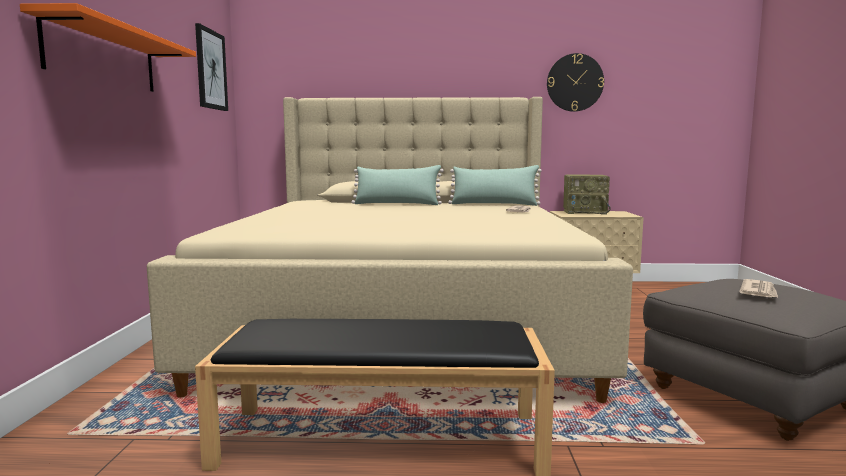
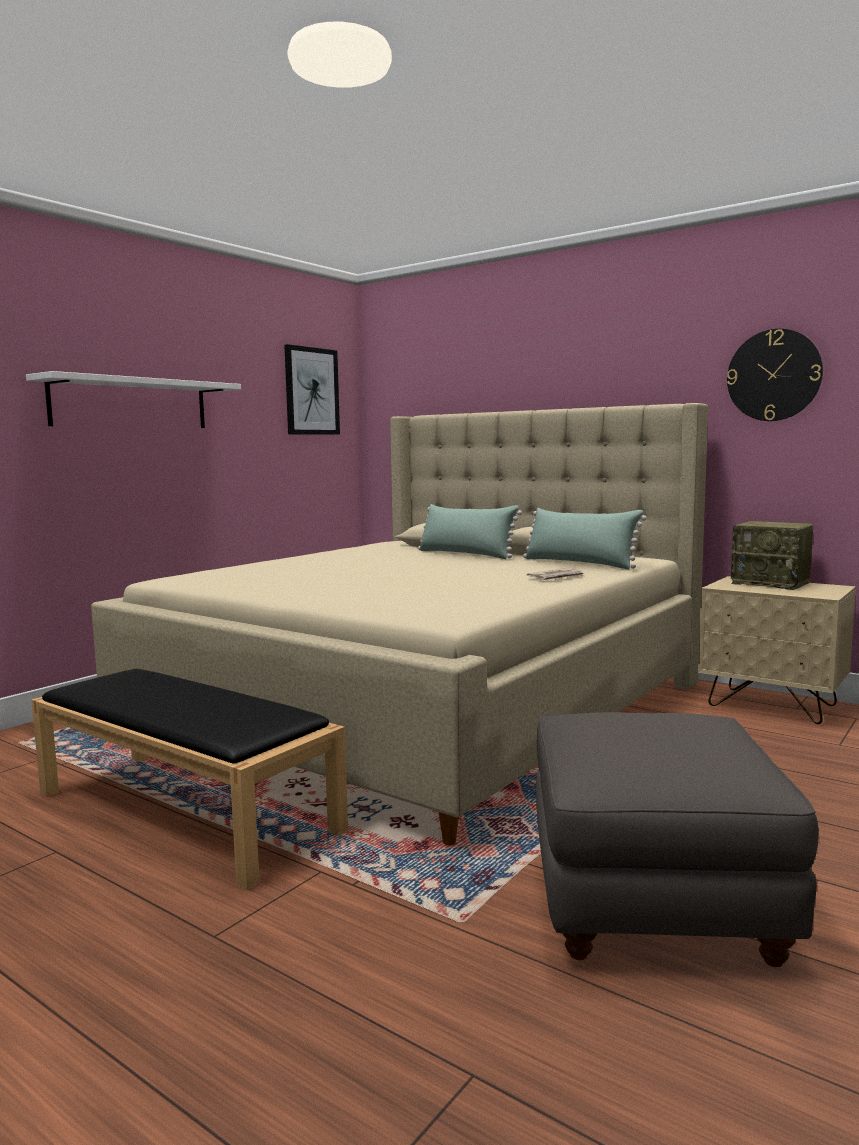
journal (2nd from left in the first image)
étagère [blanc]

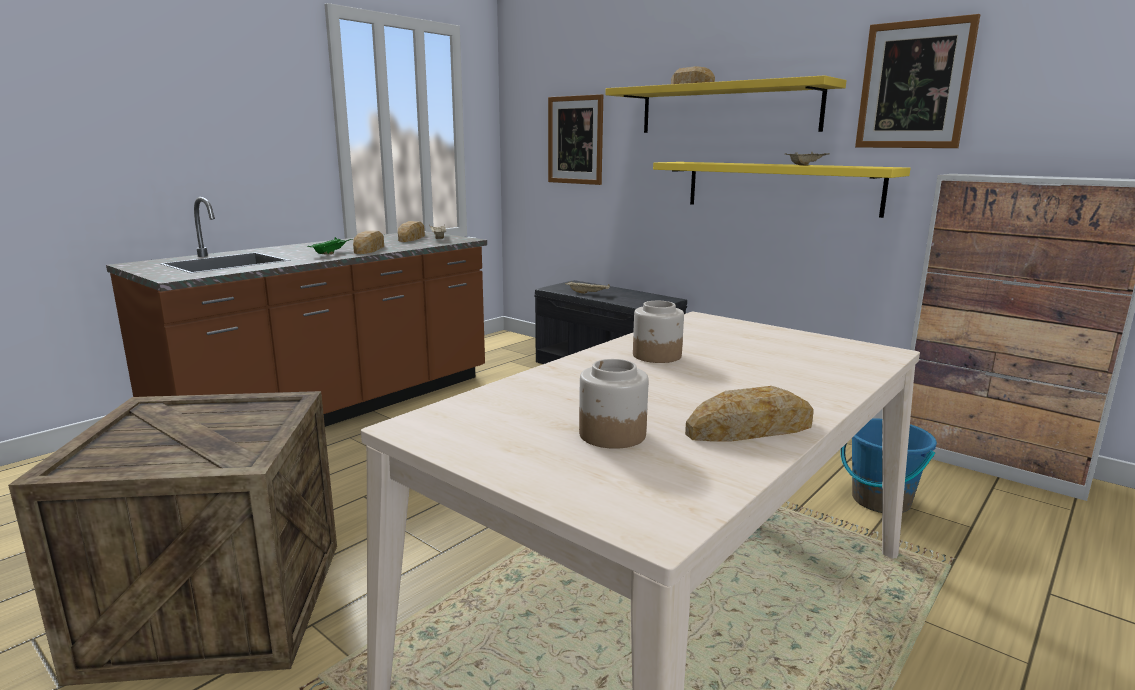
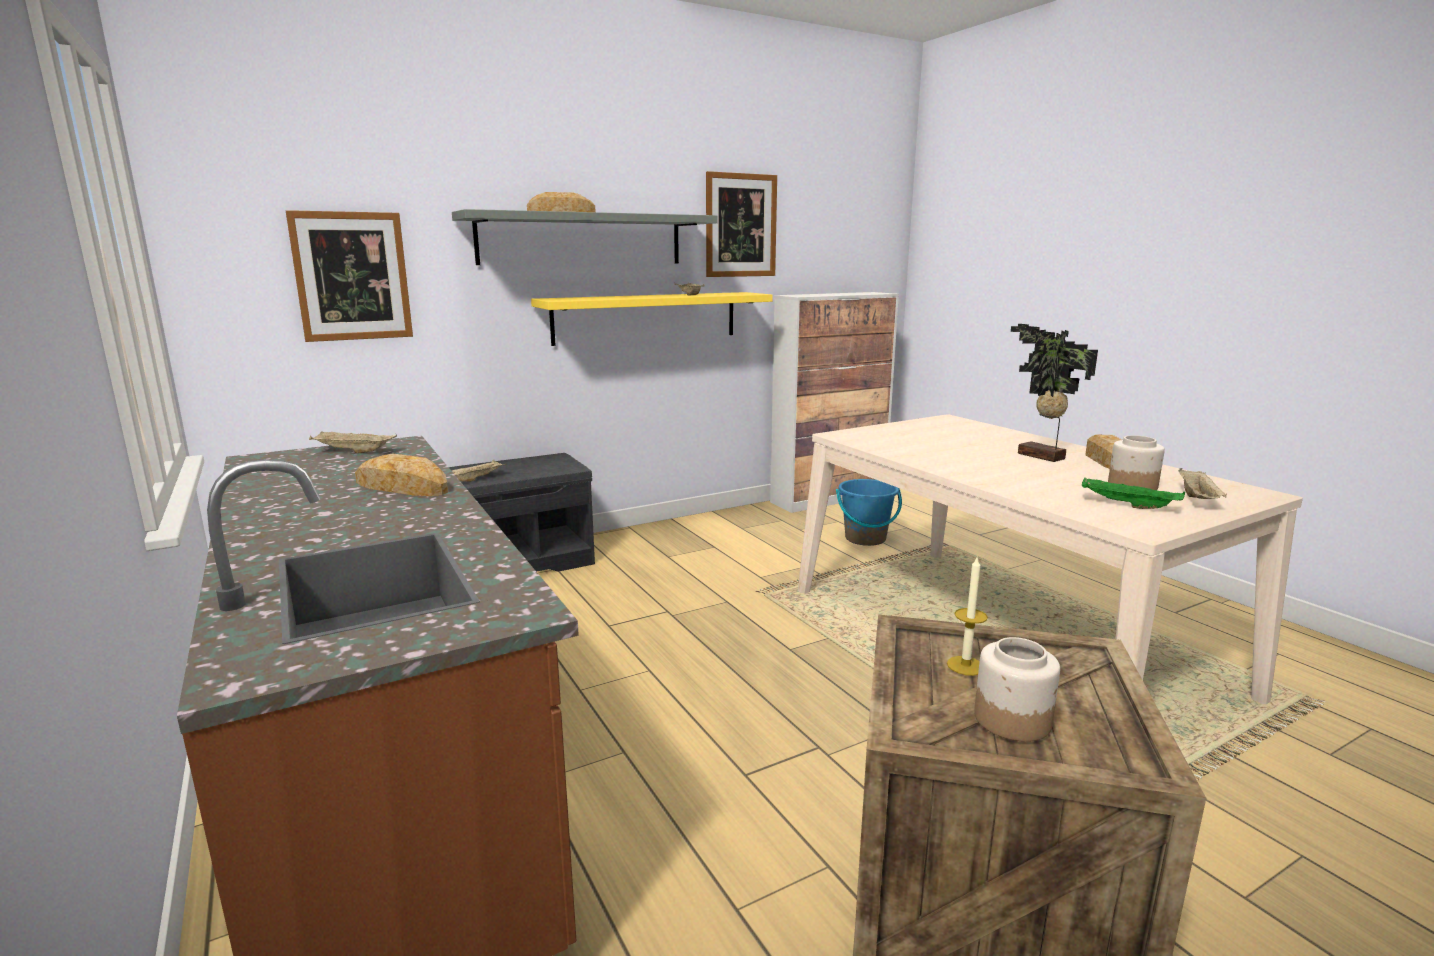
pain (2nd from left in the first image)
bougie
plante en pot
plateau [beige] (4th from left)
plateau [vert]
bocal (1st from left)
étagère [gris]

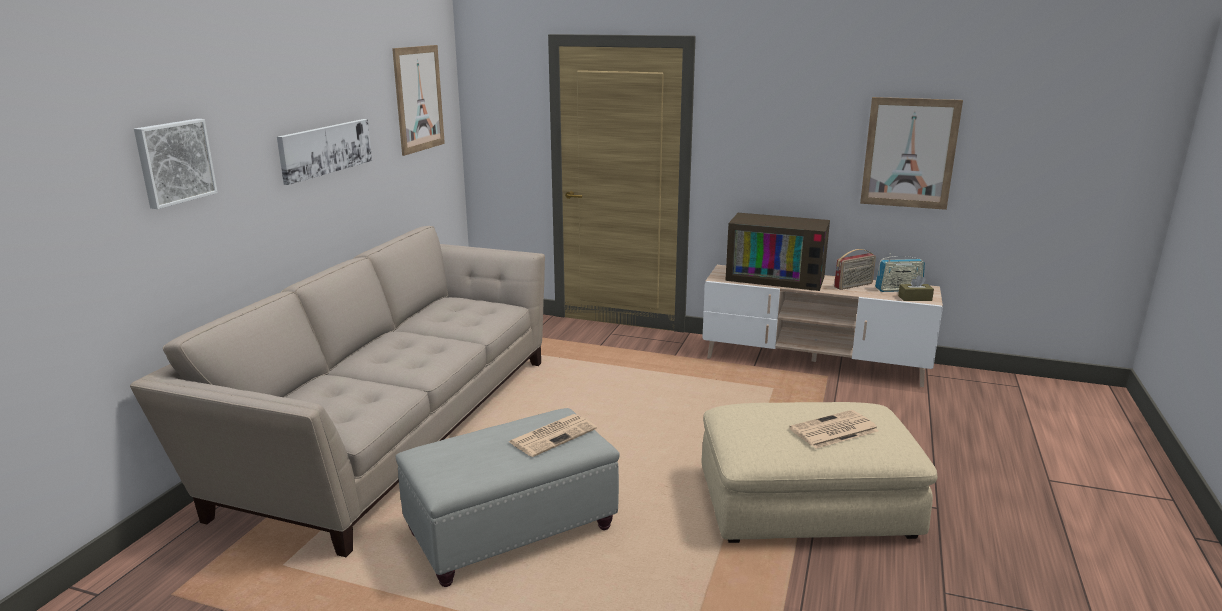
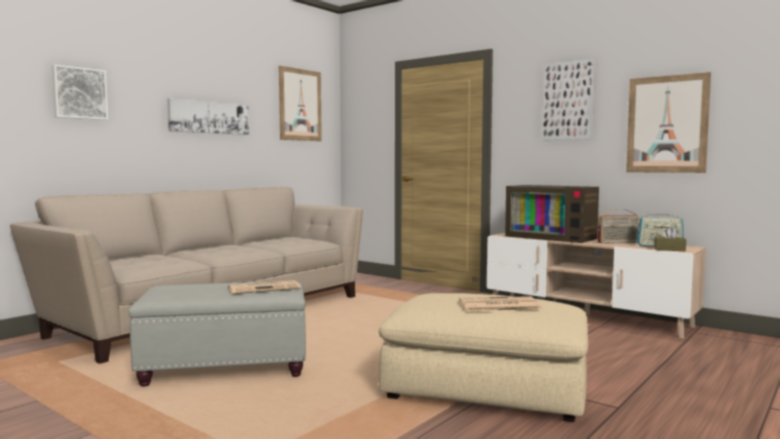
tableau (4th from left)

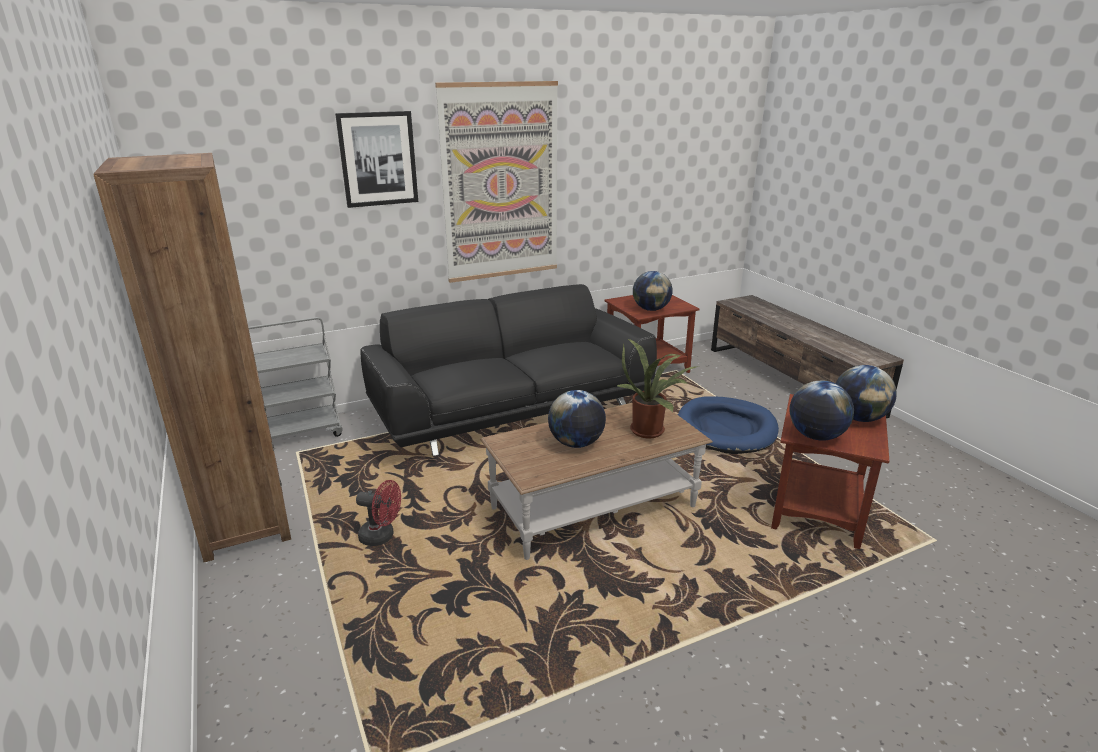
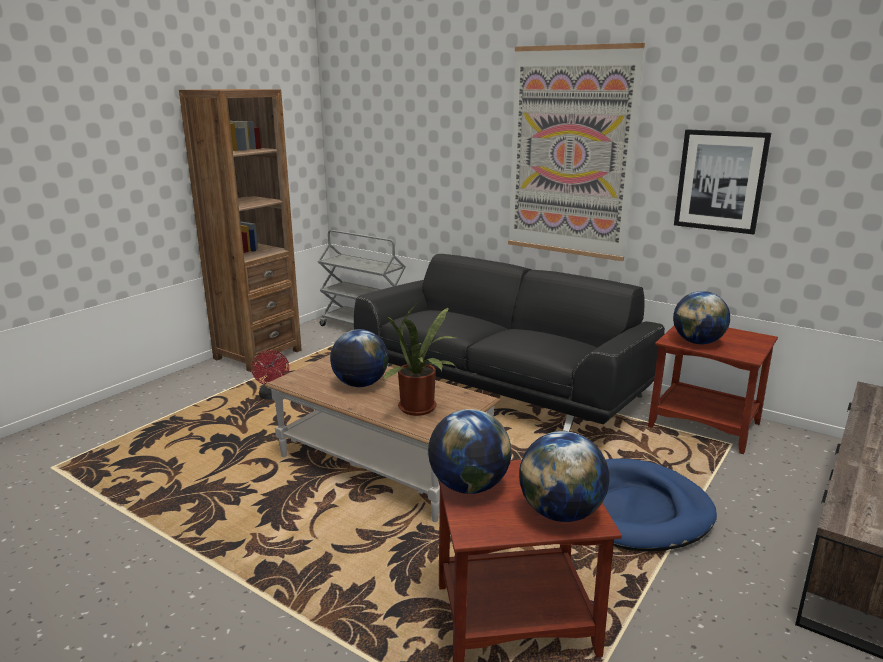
tableau (2nd from left)

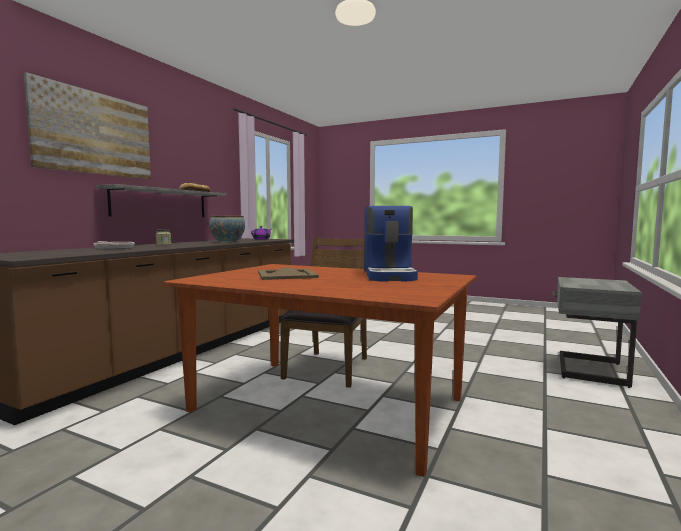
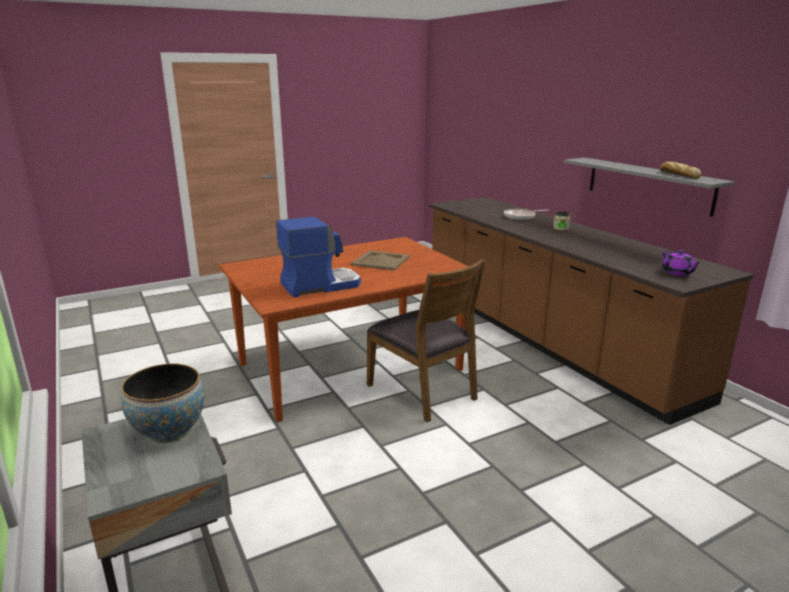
tableau
bol
machine à café

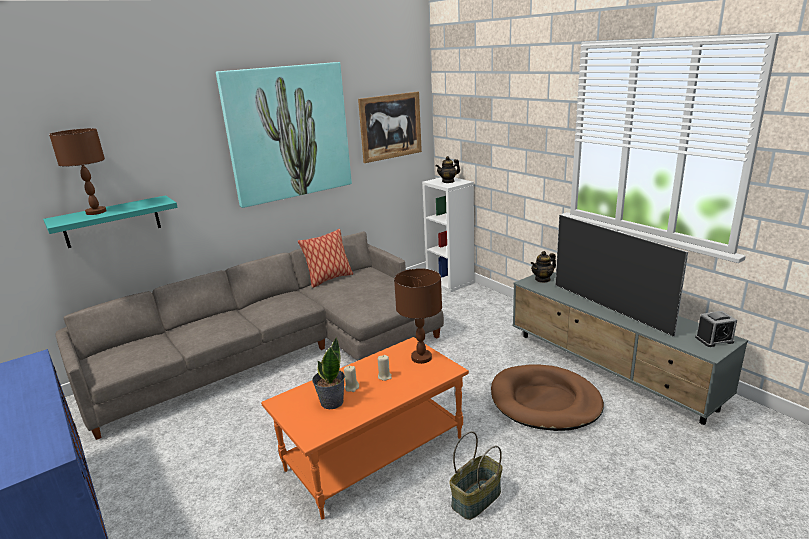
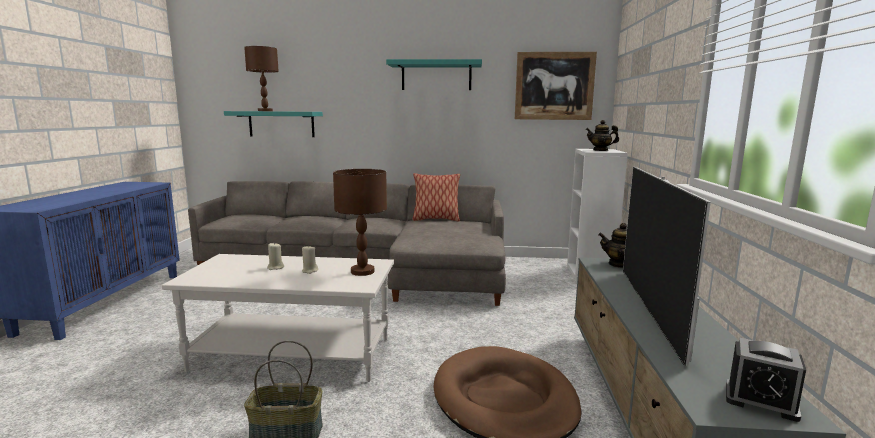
plante en pot
étagère [turquoise] (2nd from left)
table basse [blanc]

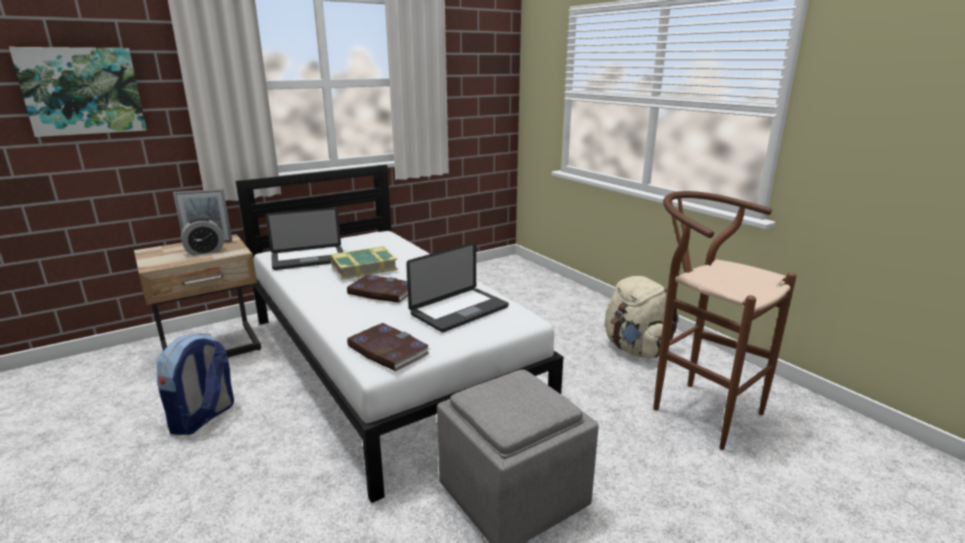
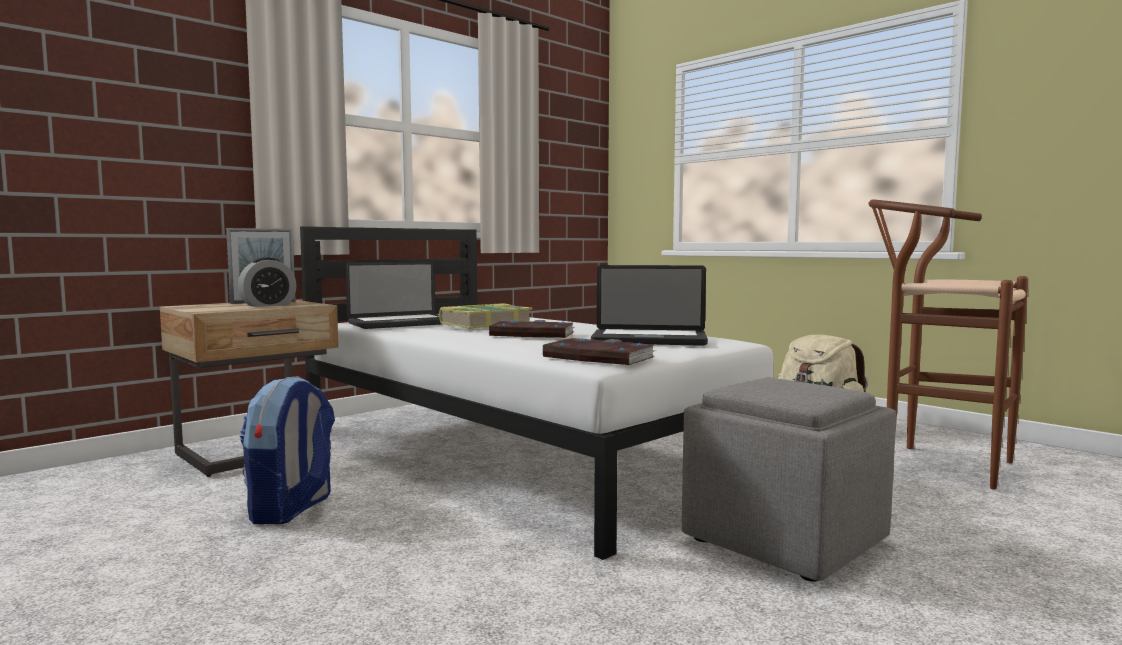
tableau
ordinateur portable (2nd from left)

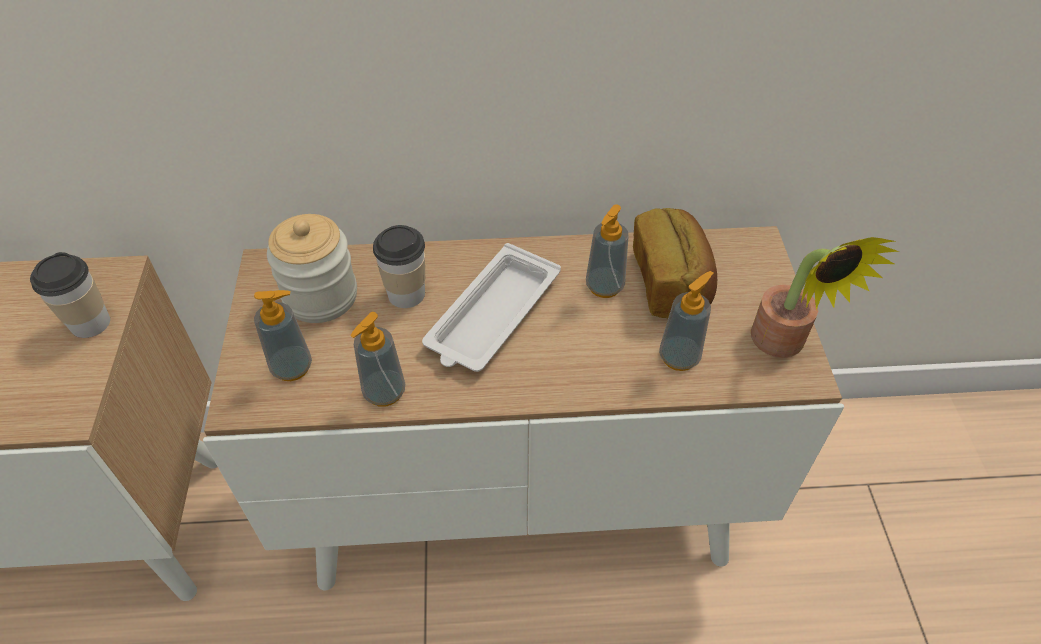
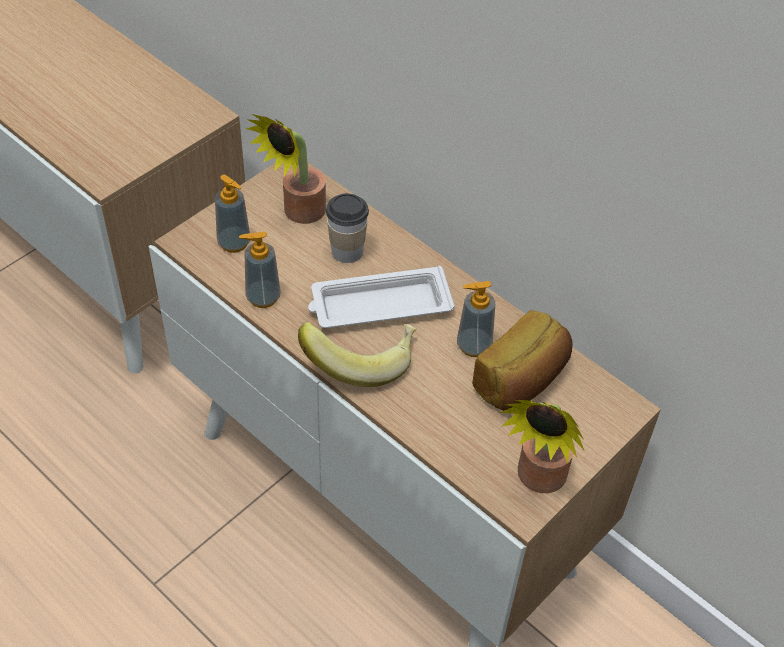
tasse (1st from left in the first image)
distributeur de savon (4th from left in the first image)
banane
plante en pot (1st from left)

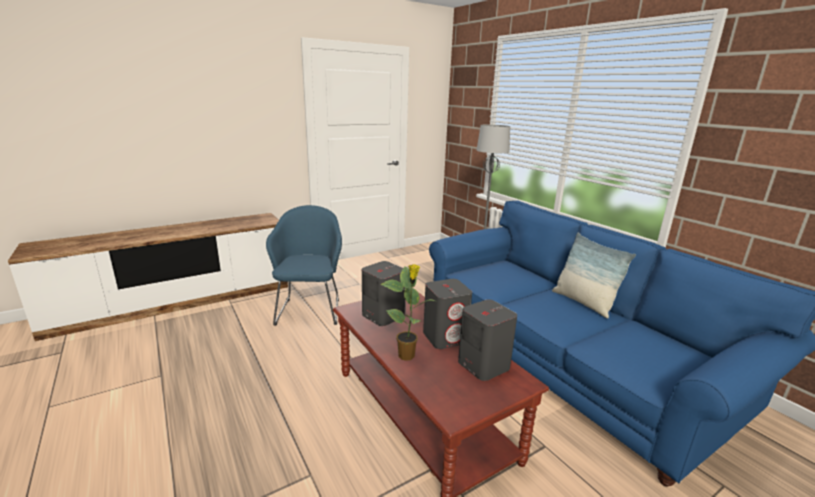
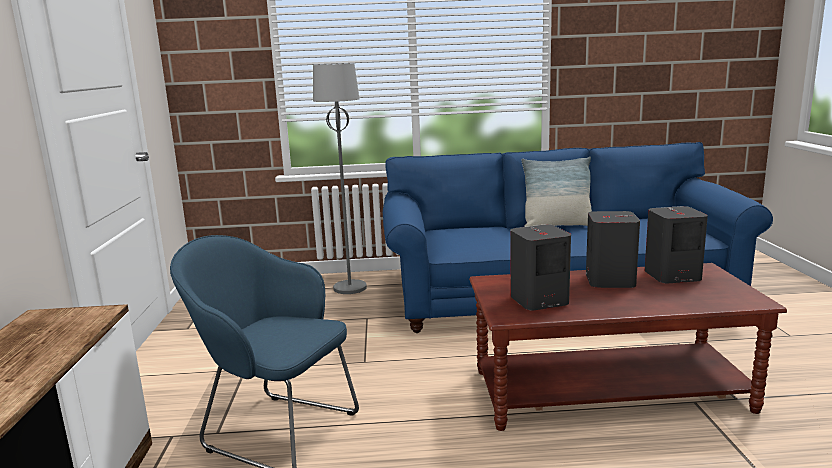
plante en pot

